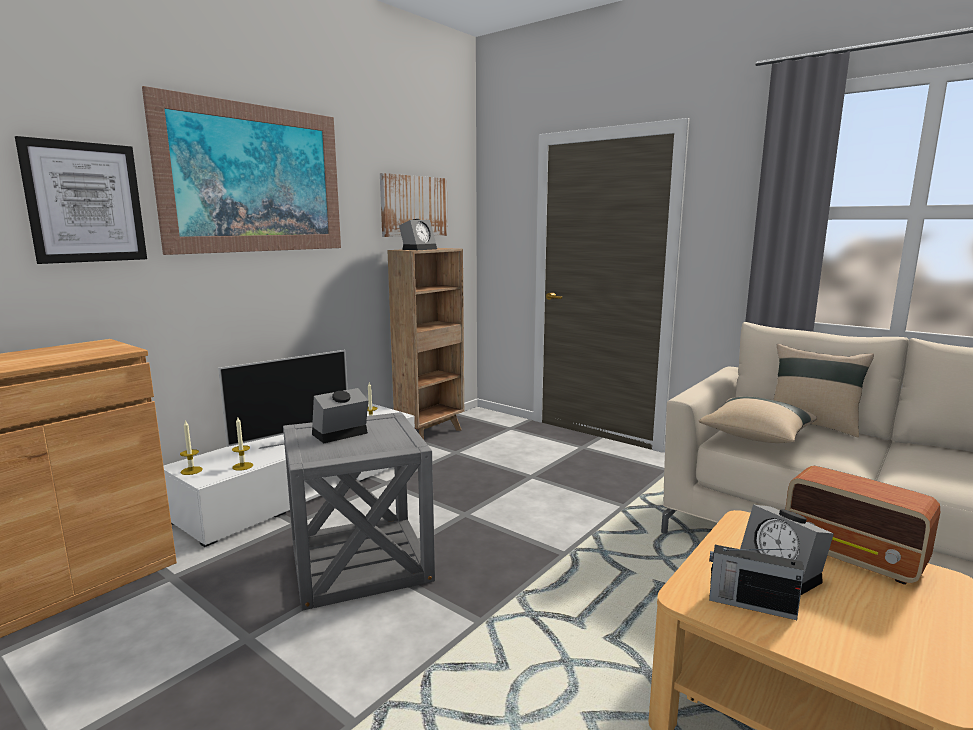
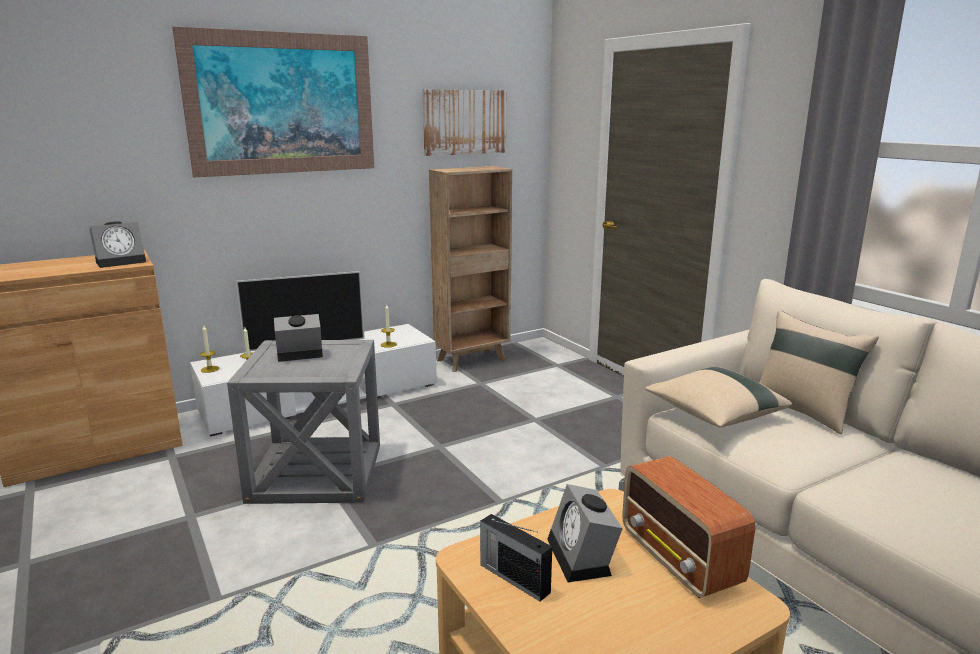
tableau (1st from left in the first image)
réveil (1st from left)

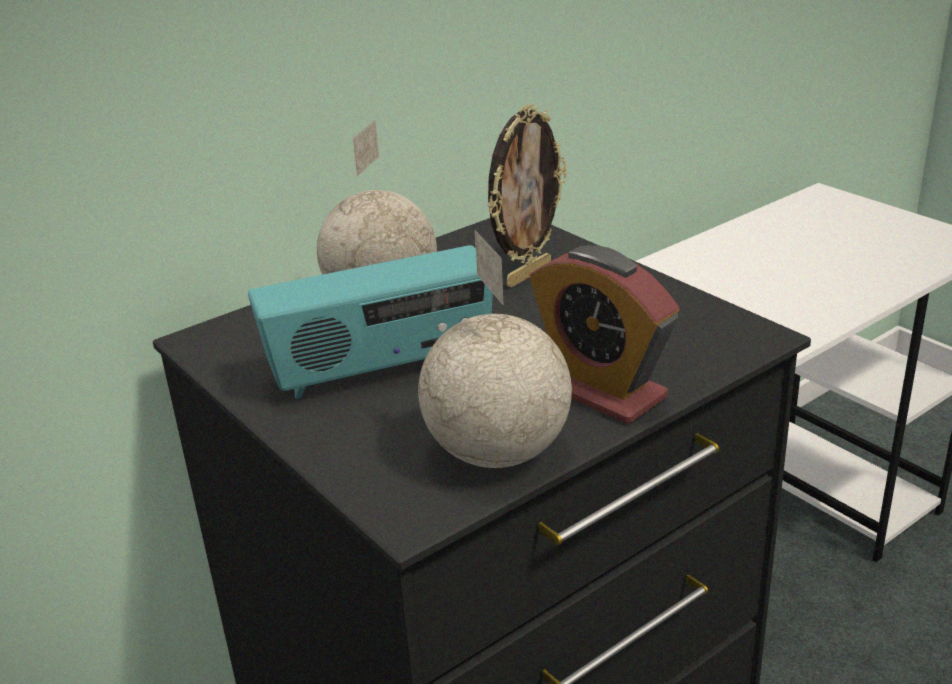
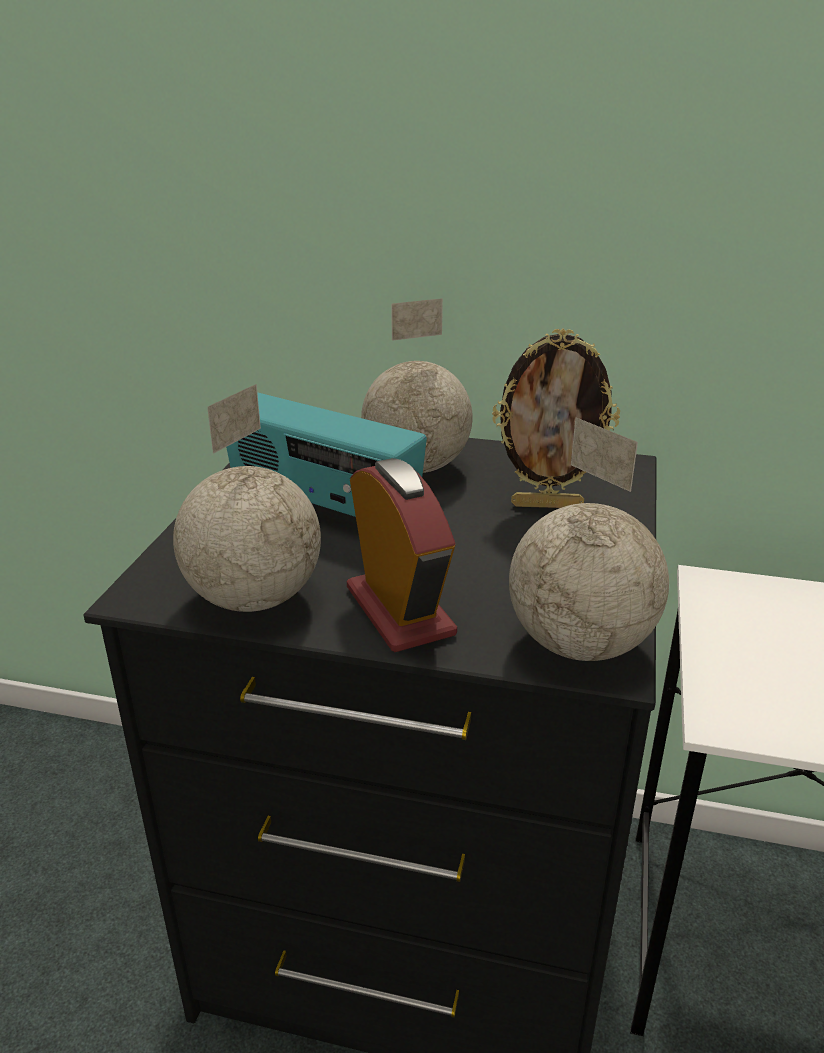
globe (3rd from left)
réveil

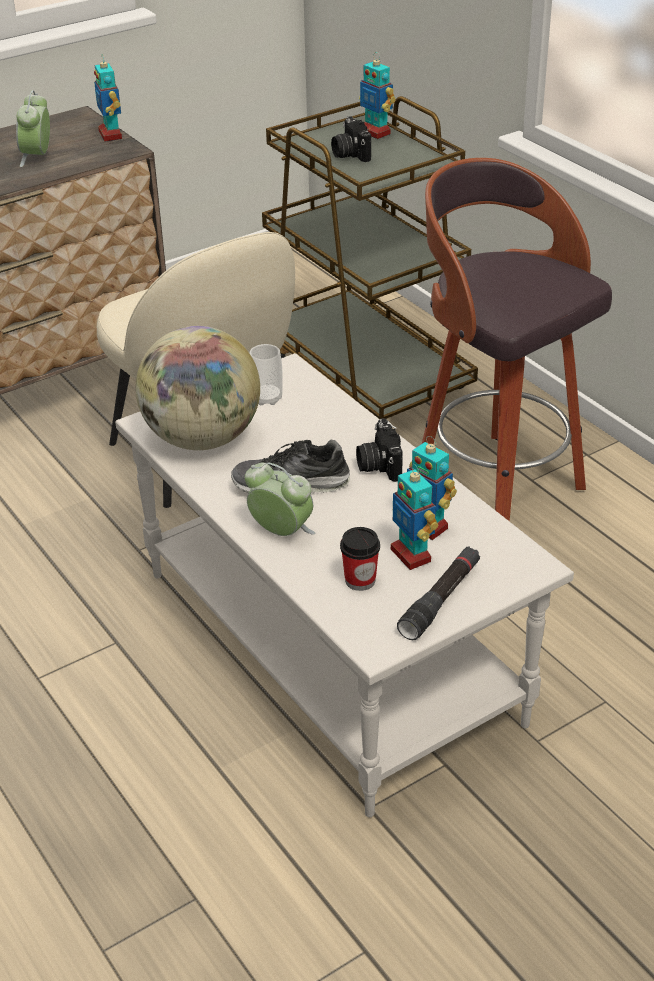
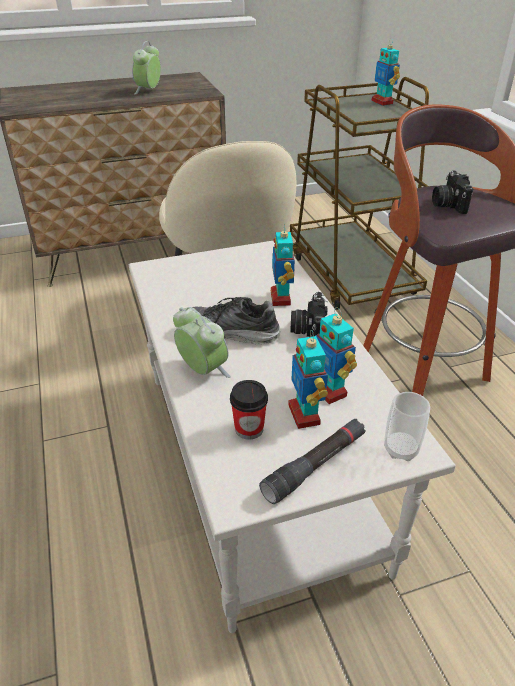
globe
robot jouet (1st from left)
tasse (2nd from left)
appareil photo (2nd from left)

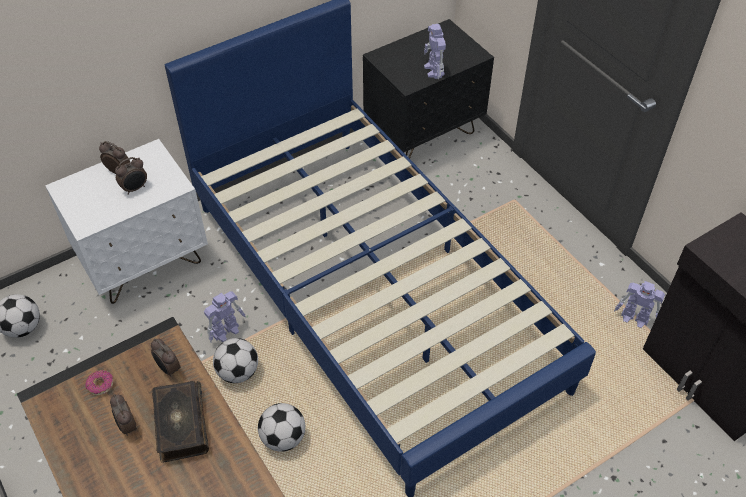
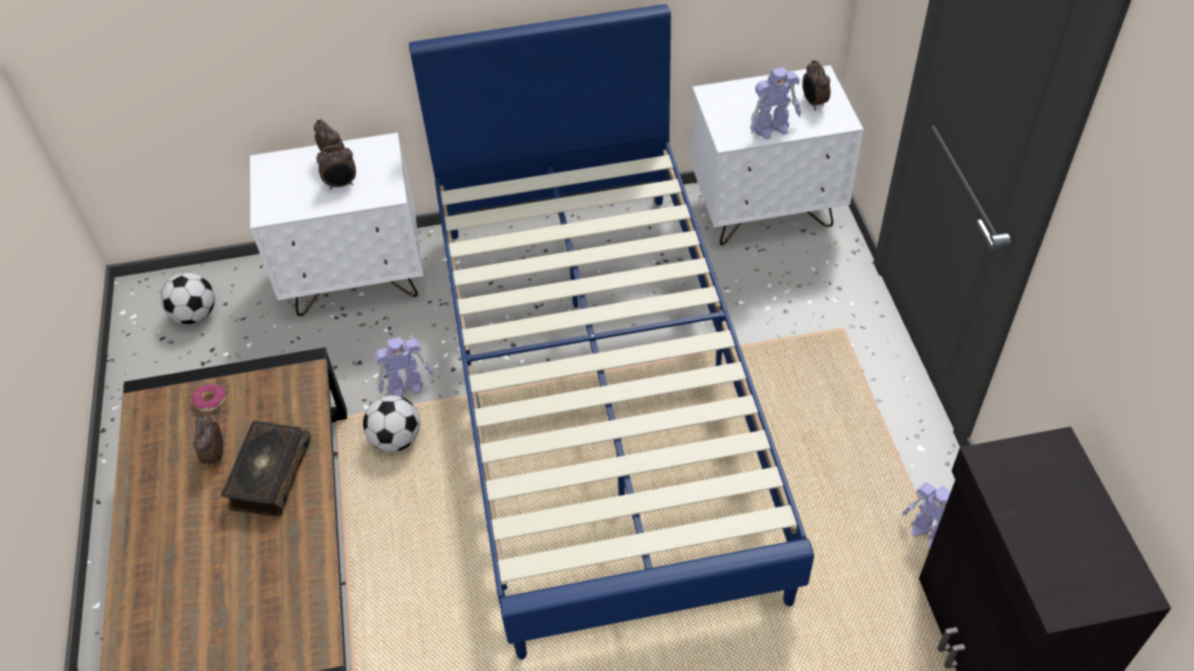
ballon de foot (3rd from left in the first image)
réveil (4th from left)
table de chevet [blanc] (2nd from left)
robot jouet (2nd from left)

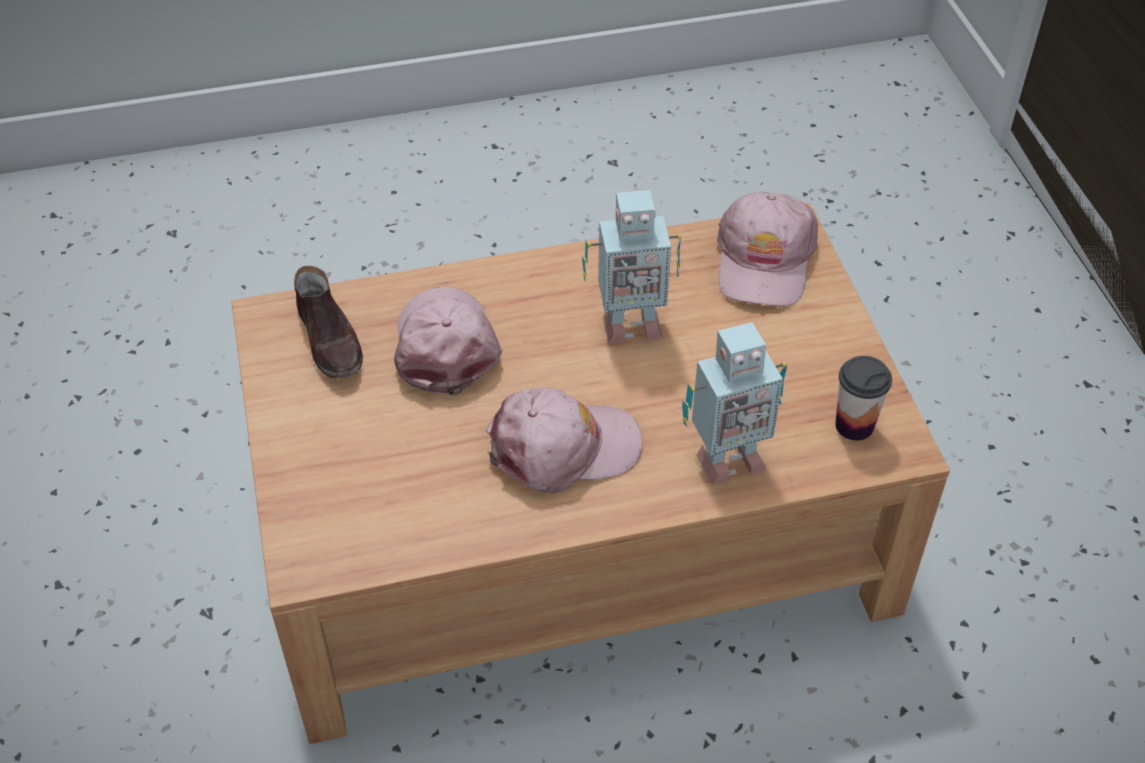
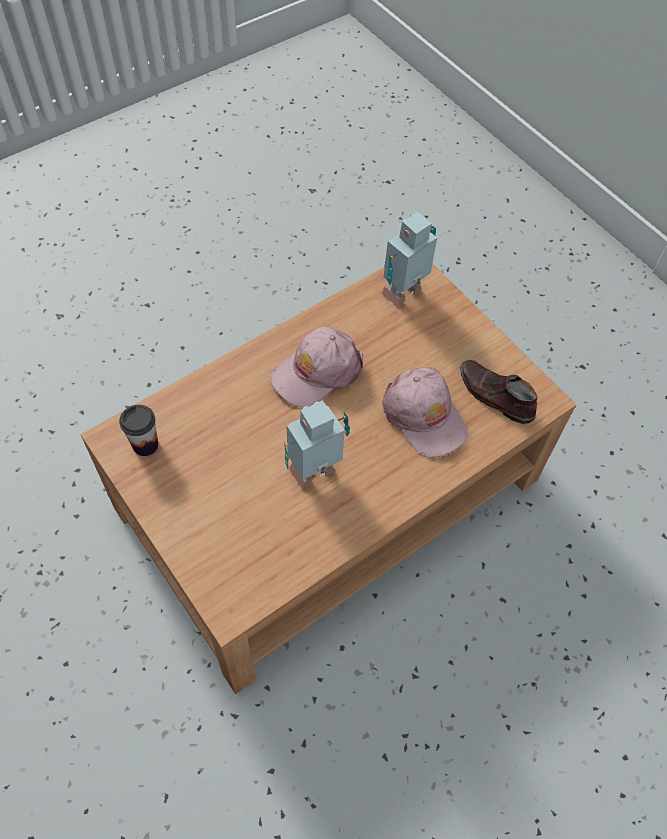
casquette [rose] (3rd from left in the first image)
robot jouet (2nd from left)

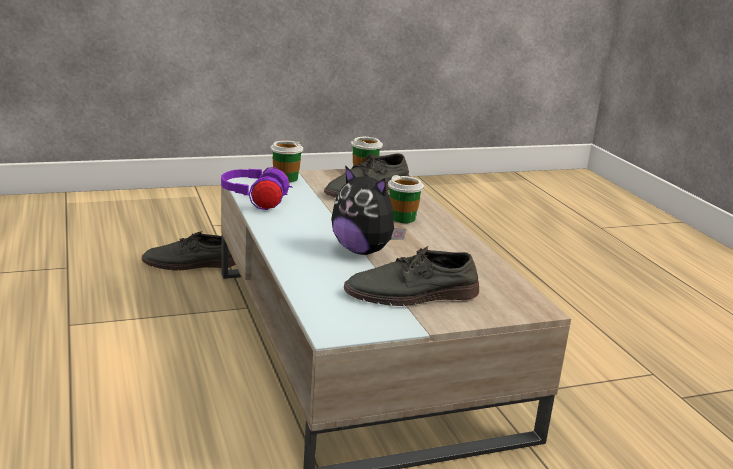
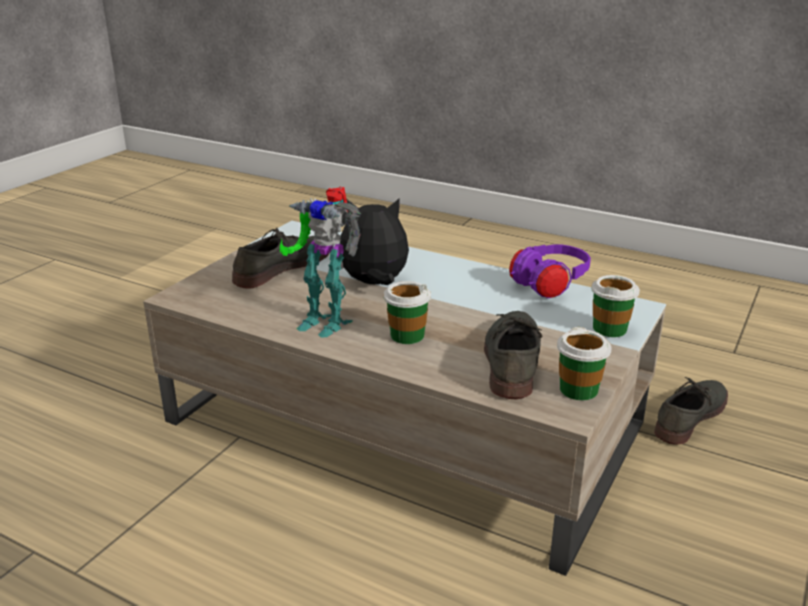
robot jouet

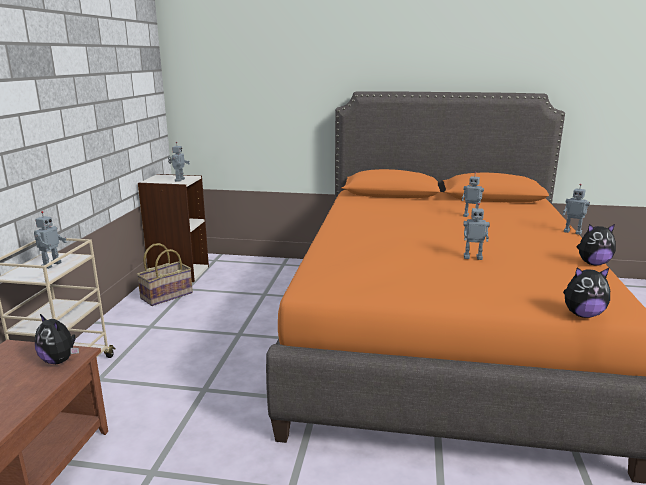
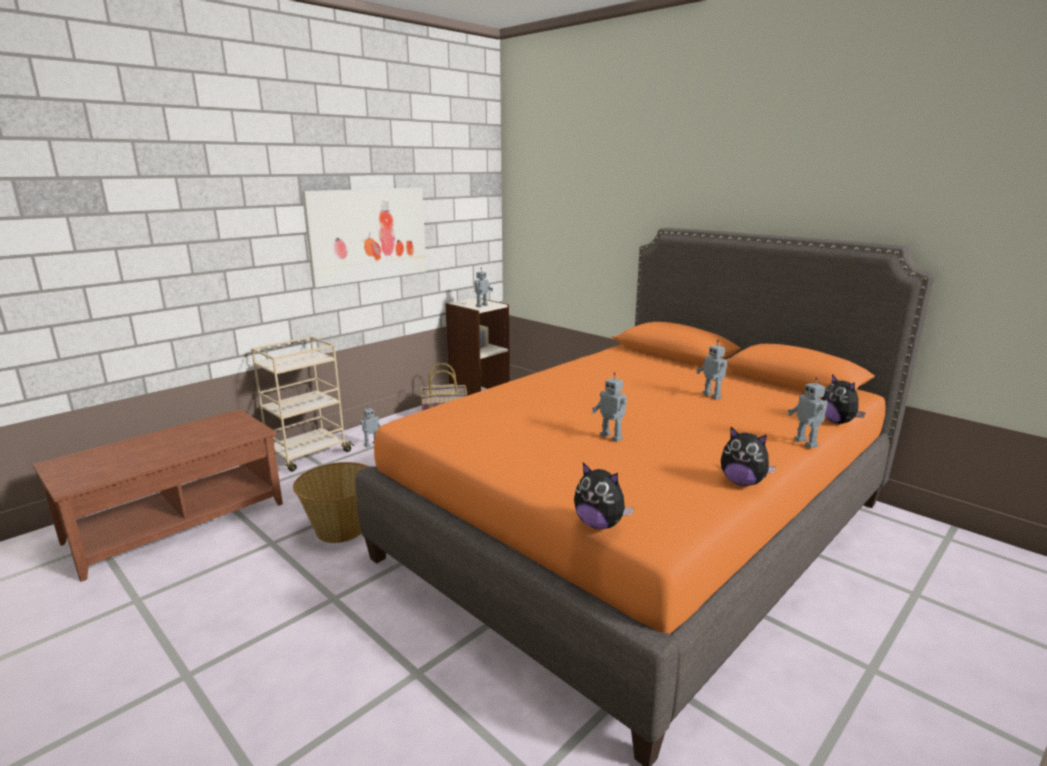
panier (1st from left)
tableau
robot jouet (1st from left)
peluche (3rd from left)

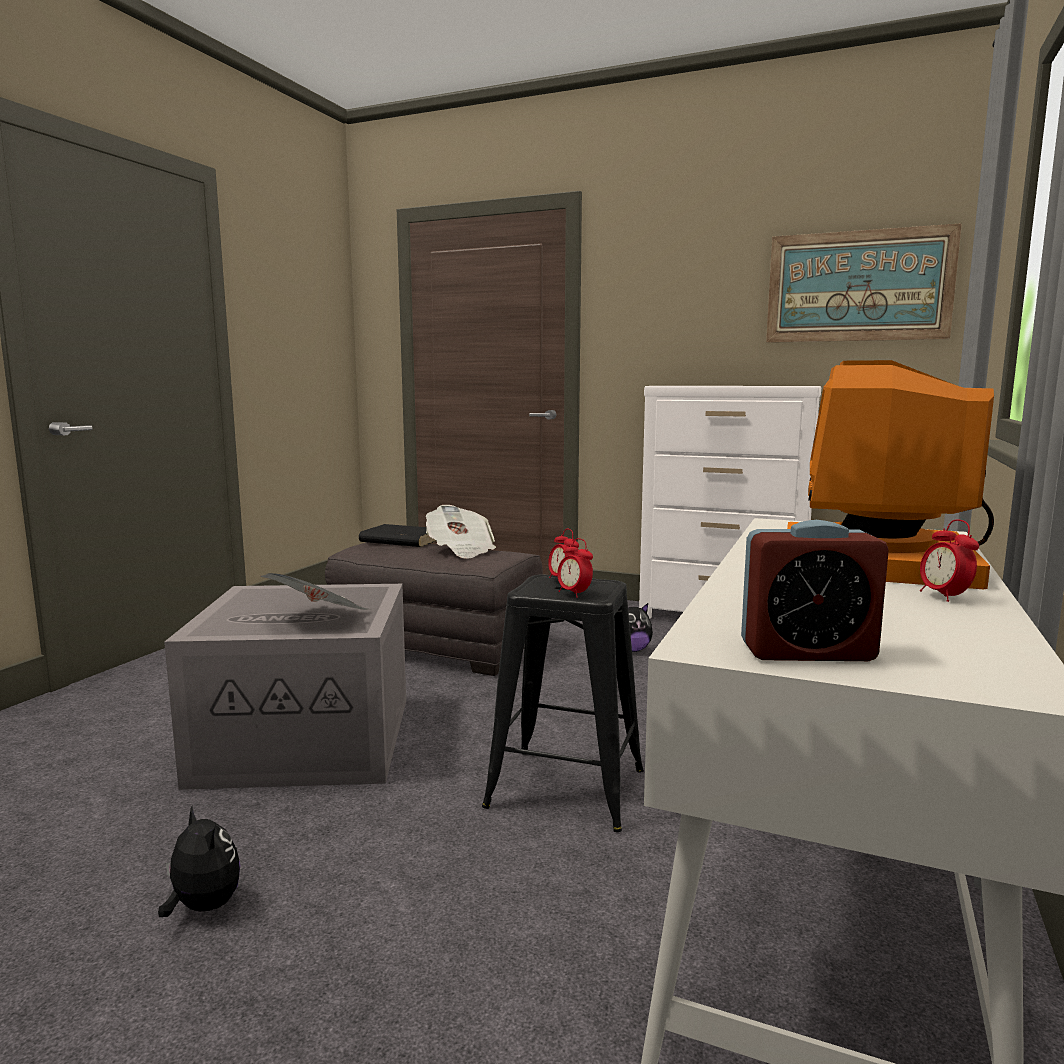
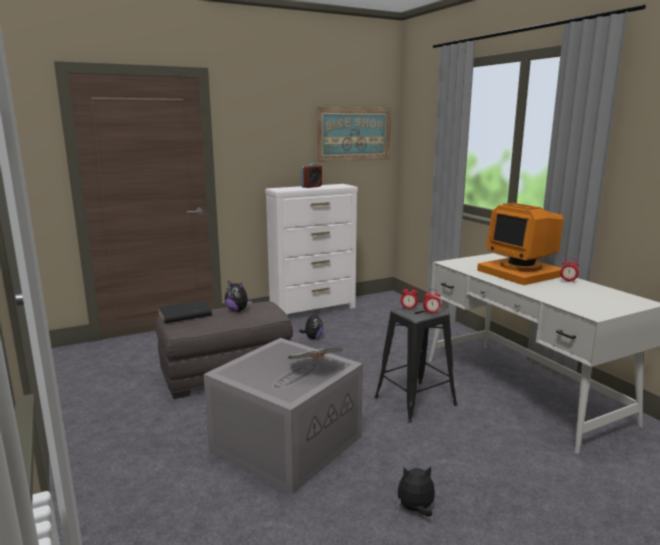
réveil (1st from left)
peluche (1st from left)

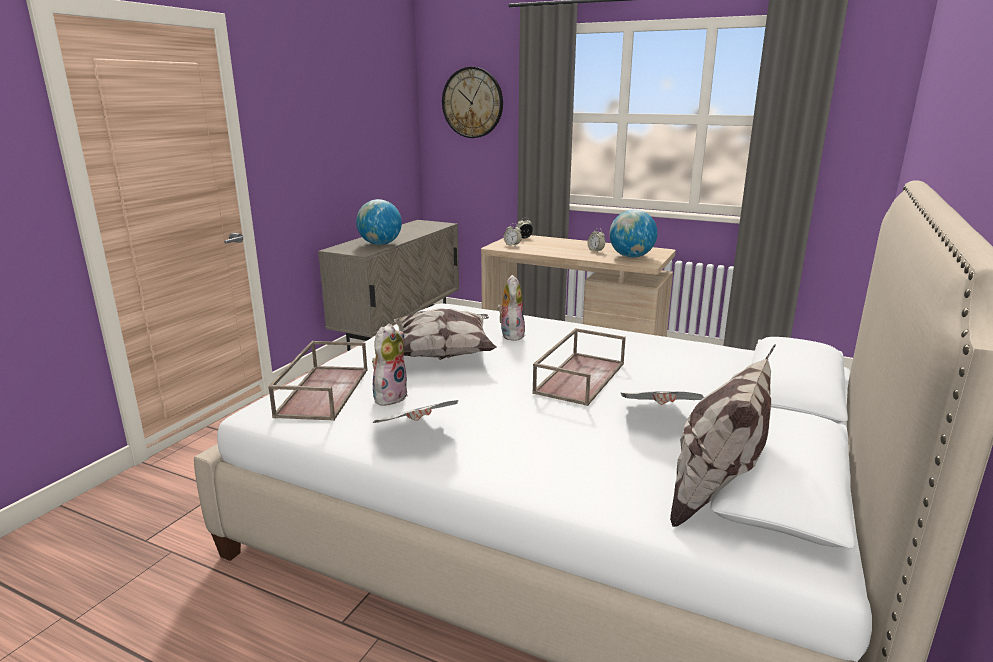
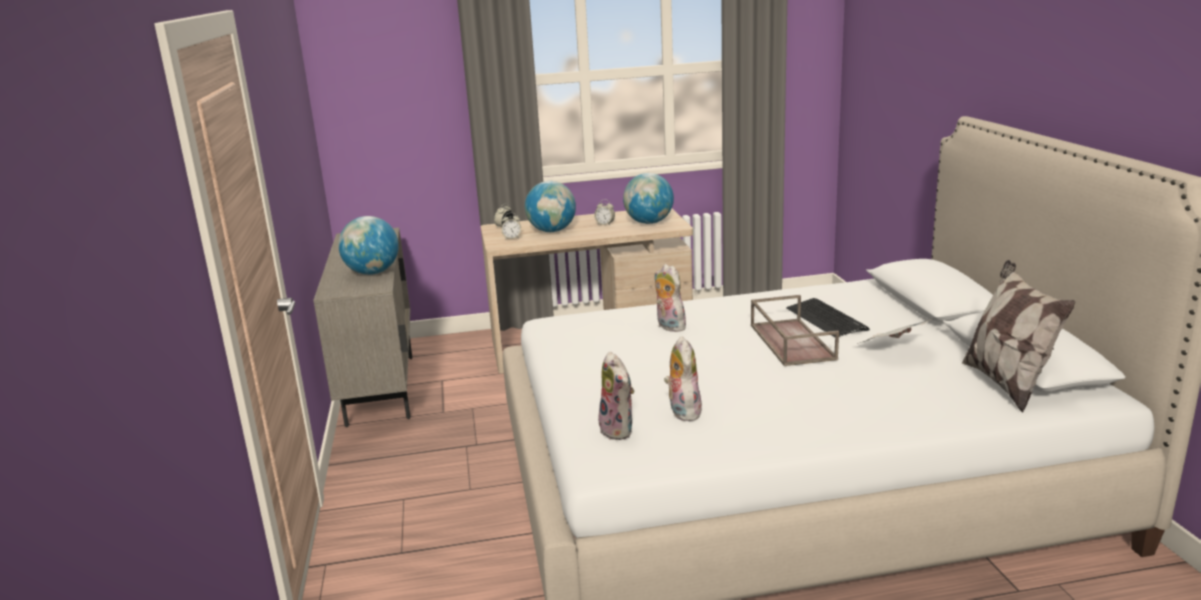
journal (1st from left in the first image)
coussin (1st from left in the first image)
horloge murale
globe (2nd from left)
clavier
peluche (1st from left)

